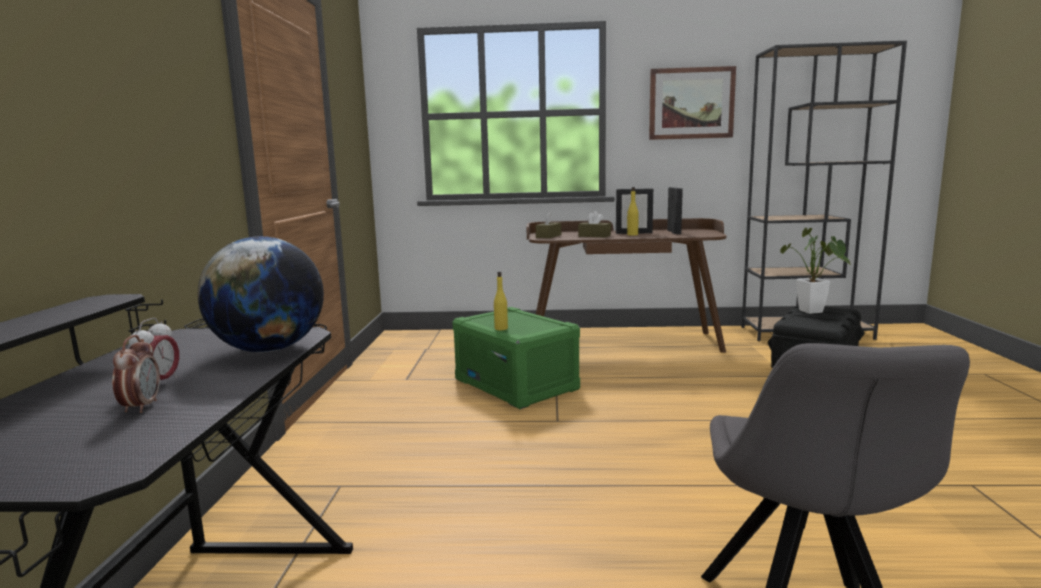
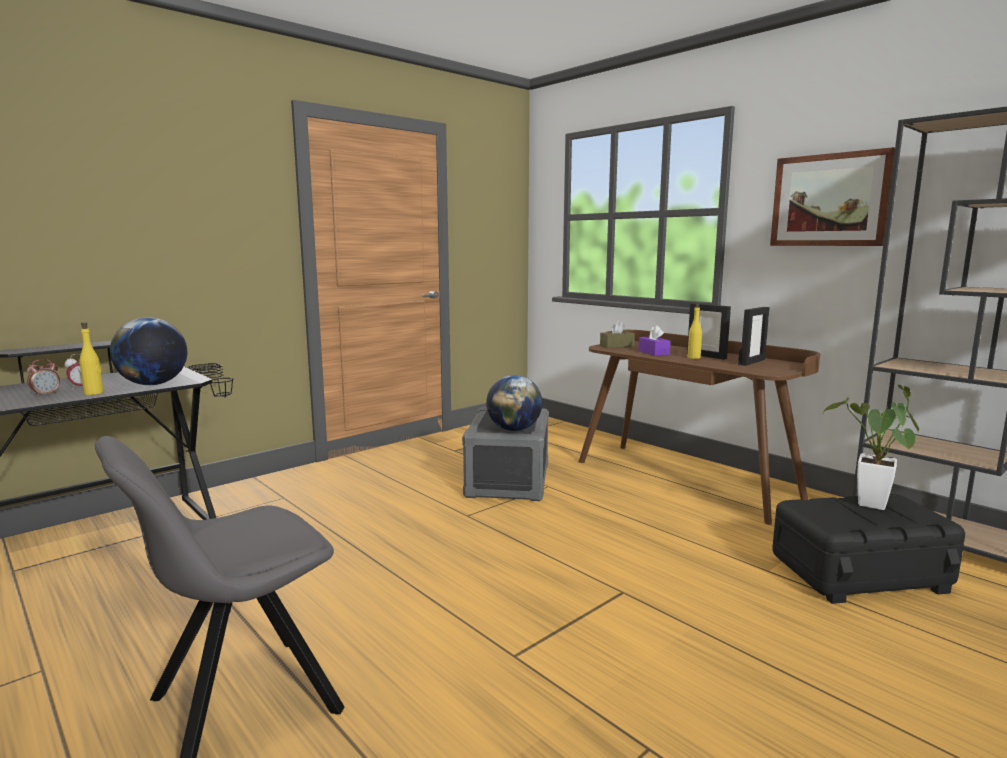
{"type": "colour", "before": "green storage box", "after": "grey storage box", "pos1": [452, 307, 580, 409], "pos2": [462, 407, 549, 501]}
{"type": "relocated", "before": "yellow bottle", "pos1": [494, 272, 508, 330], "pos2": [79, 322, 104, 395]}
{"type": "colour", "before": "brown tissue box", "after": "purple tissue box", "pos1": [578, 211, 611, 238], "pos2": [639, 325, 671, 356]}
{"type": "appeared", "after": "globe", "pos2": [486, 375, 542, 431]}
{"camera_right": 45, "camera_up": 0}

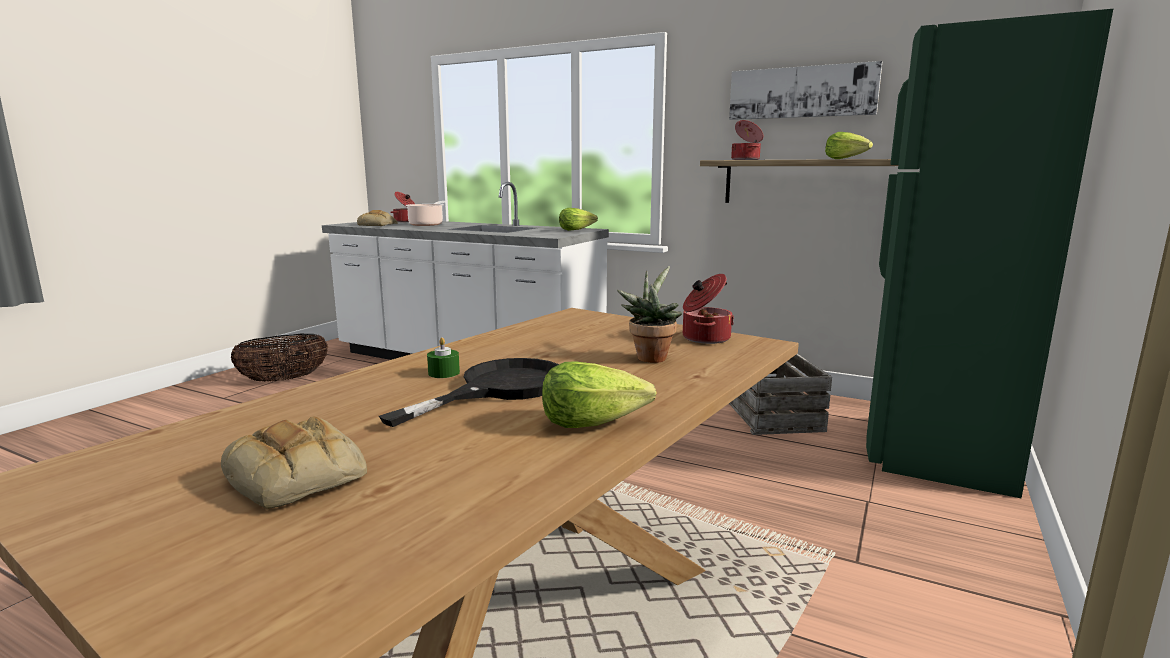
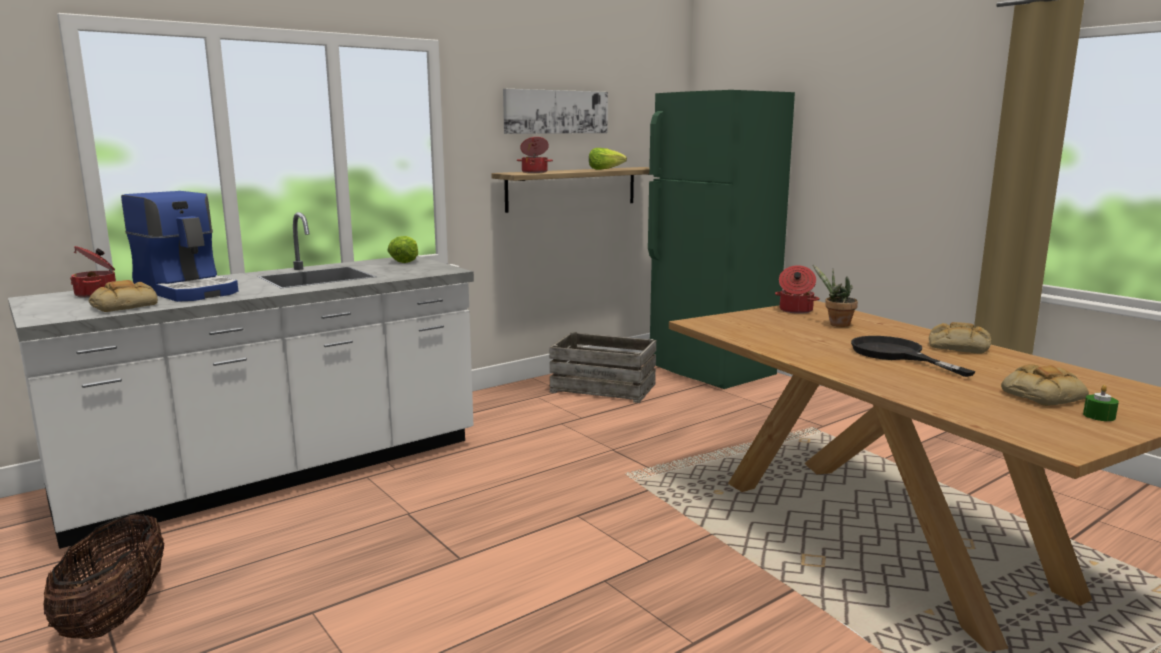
{"type": "exchanged", "before": "cooking pot", "after": "coffee machine", "pos1": [405, 201, 445, 226], "pos2": [121, 191, 238, 302]}
{"type": "relocated", "before": "green candle", "pos1": [427, 337, 460, 378], "pos2": [1083, 385, 1119, 421]}
{"type": "exchanged", "before": "lettuce", "after": "bread", "pos1": [542, 361, 657, 428], "pos2": [929, 322, 991, 354]}
{"camera_right": -65, "camera_up": 0}

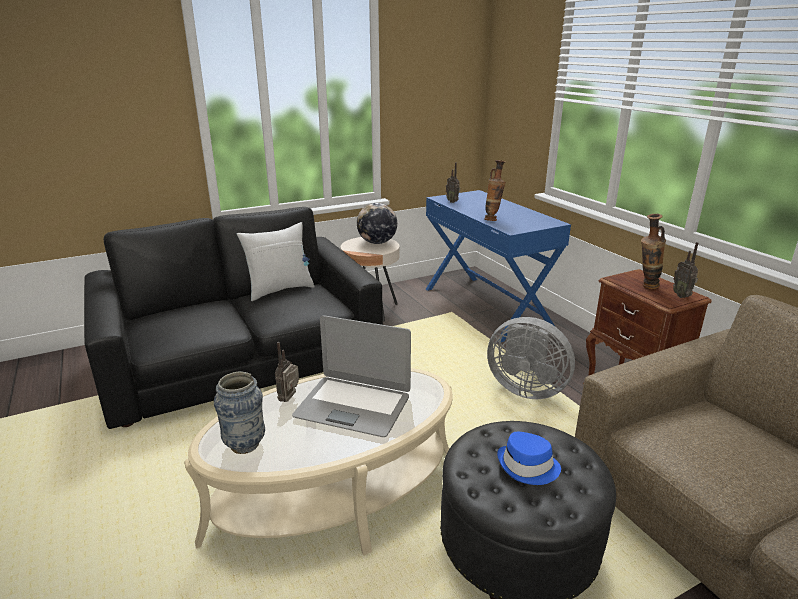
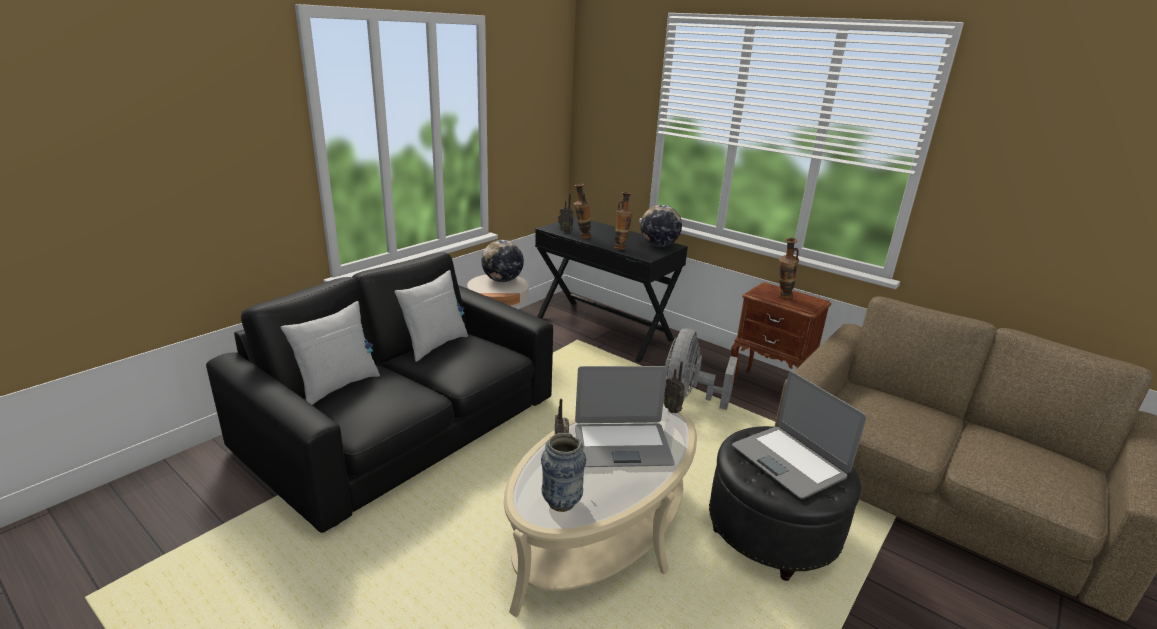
{"type": "colour", "before": "blue console table", "after": "black console table", "pos1": [426, 190, 571, 342], "pos2": [535, 216, 688, 363]}
{"type": "spun", "before": "grey fan", "pos1": [487, 317, 575, 399], "pos2": [665, 329, 738, 410], "turn": 105}
{"type": "exchanged", "before": "blue hat", "after": "laptop", "pos1": [497, 432, 561, 485], "pos2": [732, 372, 867, 499]}
{"type": "relocated", "before": "radio", "pos1": [673, 242, 698, 298], "pos2": [664, 361, 685, 413]}
{"type": "appeared", "after": "grey pillow", "pos2": [280, 301, 380, 405]}
{"type": "appeared", "after": "vase", "pos2": [574, 184, 591, 239]}
{"type": "appeared", "after": "globe", "pos2": [640, 205, 682, 247]}
{"camera_right": -25, "camera_up": 0}

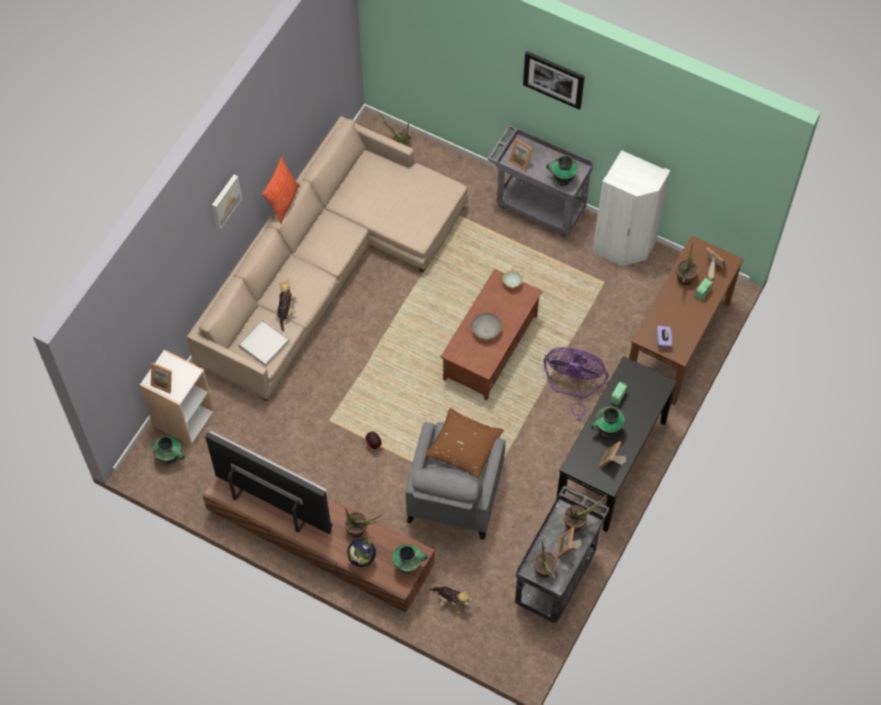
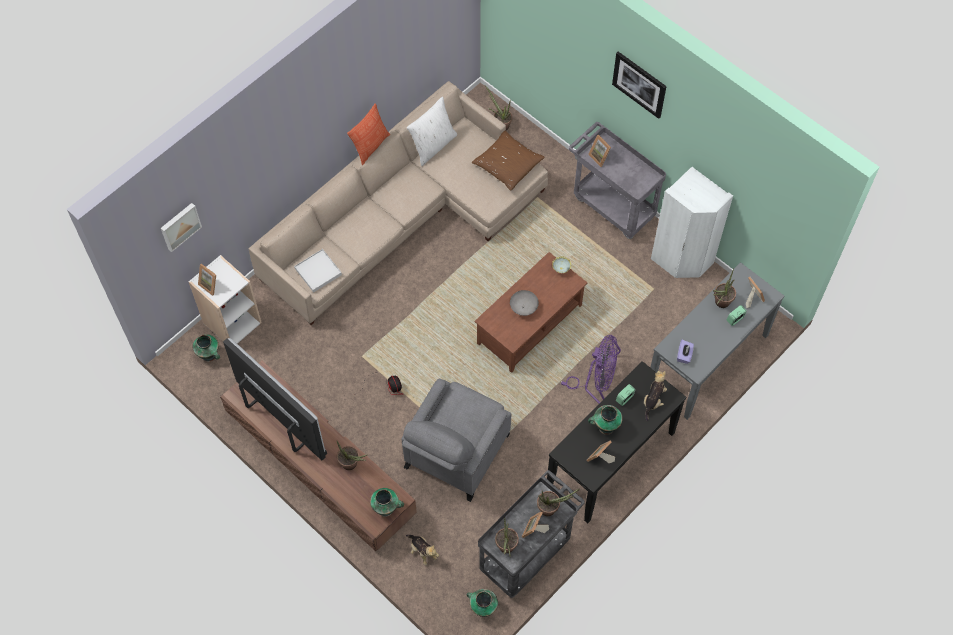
{"type": "relocated", "before": "picture", "pos1": [212, 174, 242, 229], "pos2": [161, 203, 202, 252]}
{"type": "relocated", "before": "plush toy", "pos1": [276, 279, 296, 331], "pos2": [644, 371, 667, 421]}
{"type": "missing", "before": "globe", "pos1": [347, 538, 376, 567]}
{"type": "relocated", "before": "brown pillow", "pos1": [426, 408, 504, 479], "pos2": [472, 131, 545, 191]}
{"type": "spun", "before": "purple fan", "pos1": [544, 347, 609, 420], "pos2": [560, 335, 621, 403], "turn": 75}
{"type": "relocated", "before": "vase", "pos1": [546, 155, 578, 186], "pos2": [467, 589, 498, 617]}
{"type": "colour", "before": "brown console table", "after": "grey console table", "pos1": [629, 235, 743, 405], "pos2": [650, 262, 784, 420]}
{"type": "appeared", "after": "white pillow", "pos2": [407, 96, 457, 166]}
{"camera_right": 15, "camera_up": 0}

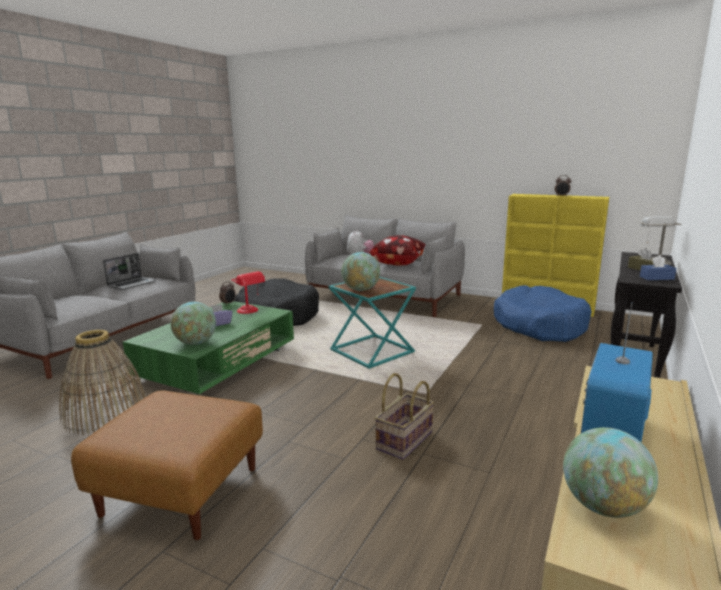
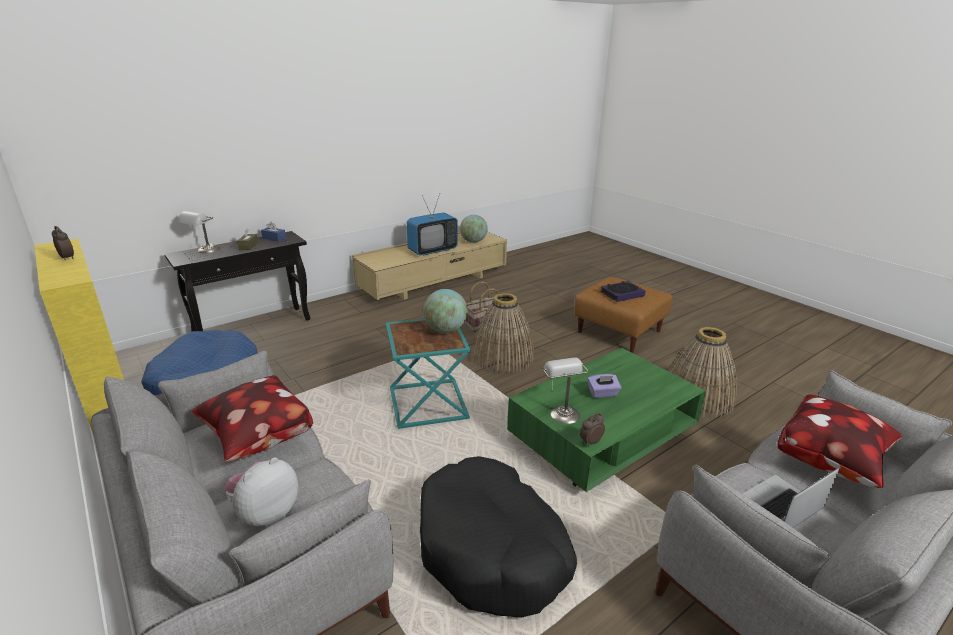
{"type": "missing", "before": "globe", "pos1": [171, 302, 216, 345]}
{"type": "colour", "before": "red table lamp", "after": "white table lamp", "pos1": [231, 271, 265, 314], "pos2": [543, 357, 589, 424]}
{"type": "appeared", "after": "basket", "pos2": [472, 293, 534, 374]}
{"type": "appeared", "after": "book", "pos2": [600, 281, 645, 302]}
{"type": "appeared", "after": "pillow", "pos2": [777, 394, 902, 488]}
{"camera_right": -155, "camera_up": 10}

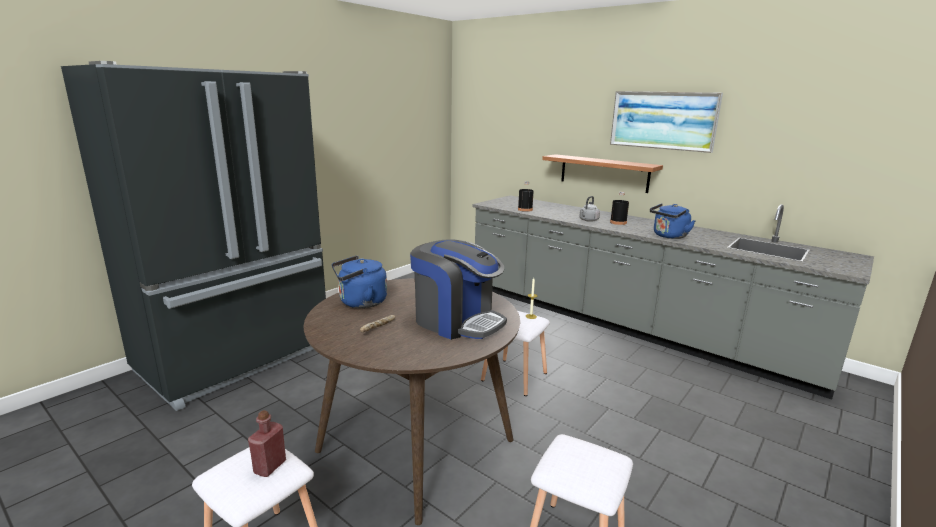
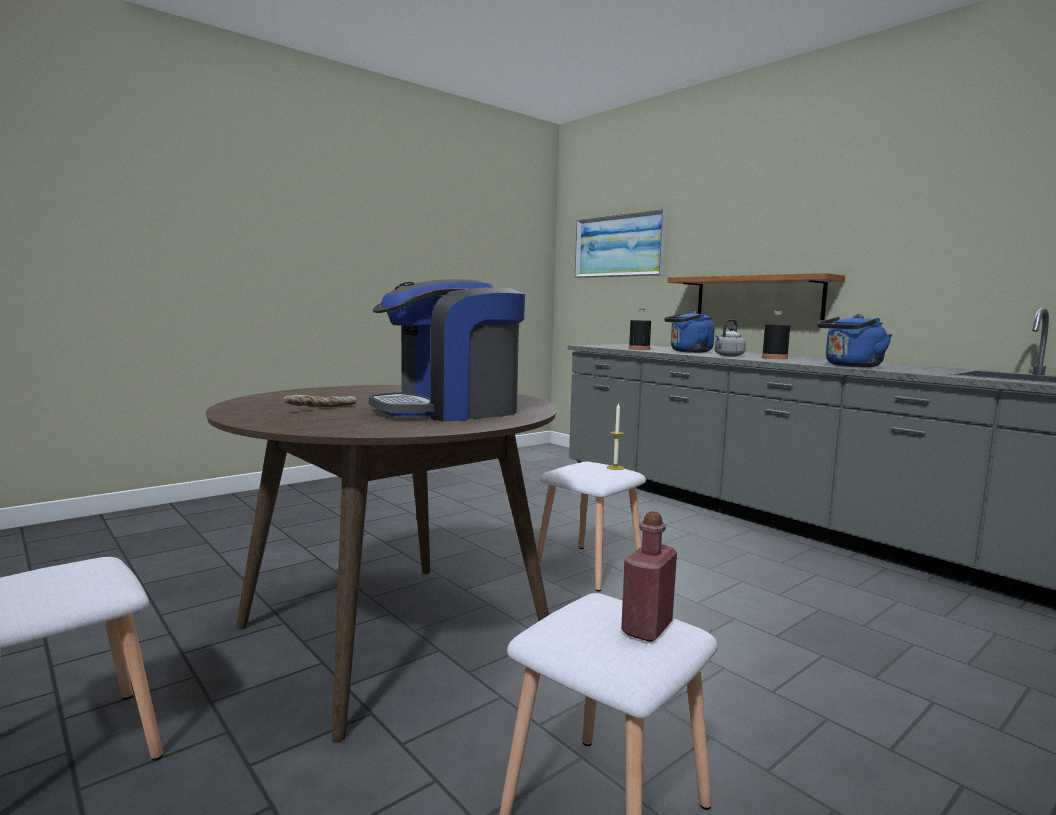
{"type": "missing", "before": "black fridge", "pos1": [61, 61, 326, 411]}
{"type": "relocated", "before": "red bottle", "pos1": [248, 410, 286, 477], "pos2": [621, 511, 677, 642]}
{"type": "relocated", "before": "blue kettle", "pos1": [332, 256, 387, 308], "pos2": [664, 311, 715, 353]}
{"type": "spun", "before": "coffee machine", "pos1": [410, 239, 507, 340], "pos2": [369, 279, 525, 422], "turn": 105}
{"type": "relocated", "before": "picture", "pos1": [610, 91, 723, 153], "pos2": [575, 209, 667, 278]}
{"camera_right": 10, "camera_up": -10}

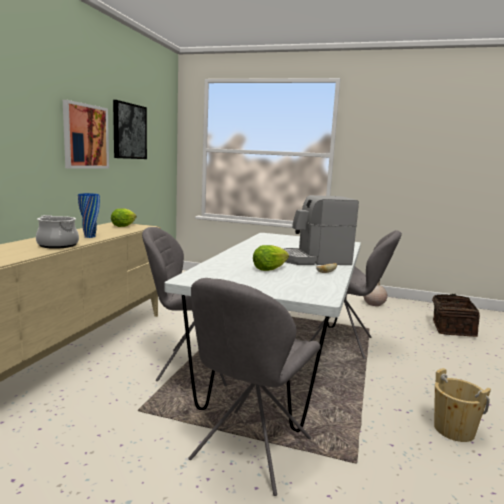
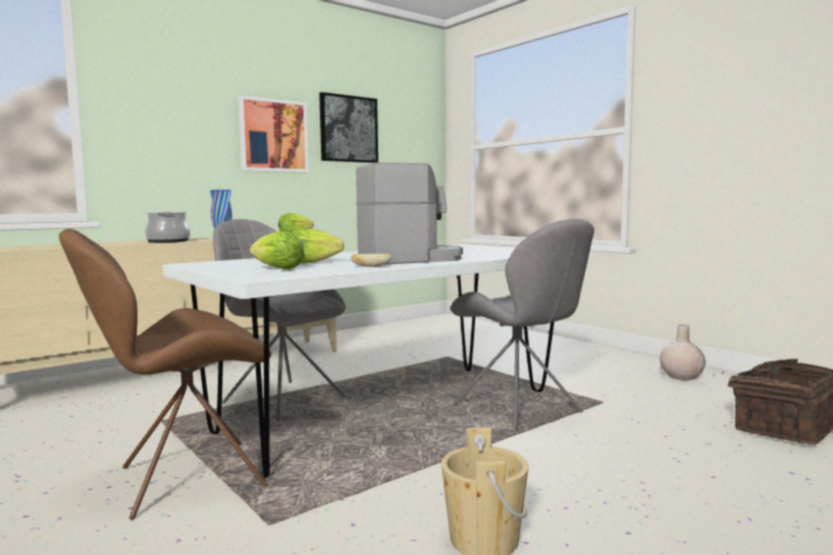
{"type": "colour", "before": "grey chair", "after": "brown chair", "pos1": [188, 278, 321, 496], "pos2": [59, 229, 272, 520]}
{"type": "spun", "before": "coffee machine", "pos1": [284, 195, 359, 265], "pos2": [356, 162, 463, 264], "turn": 135}
{"type": "appeared", "after": "lettuce", "pos2": [250, 231, 305, 270]}
{"camera_right": 35, "camera_up": -5}

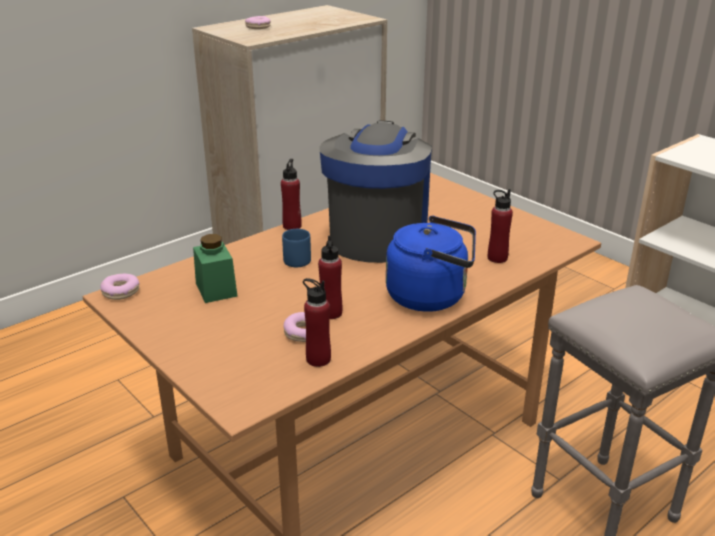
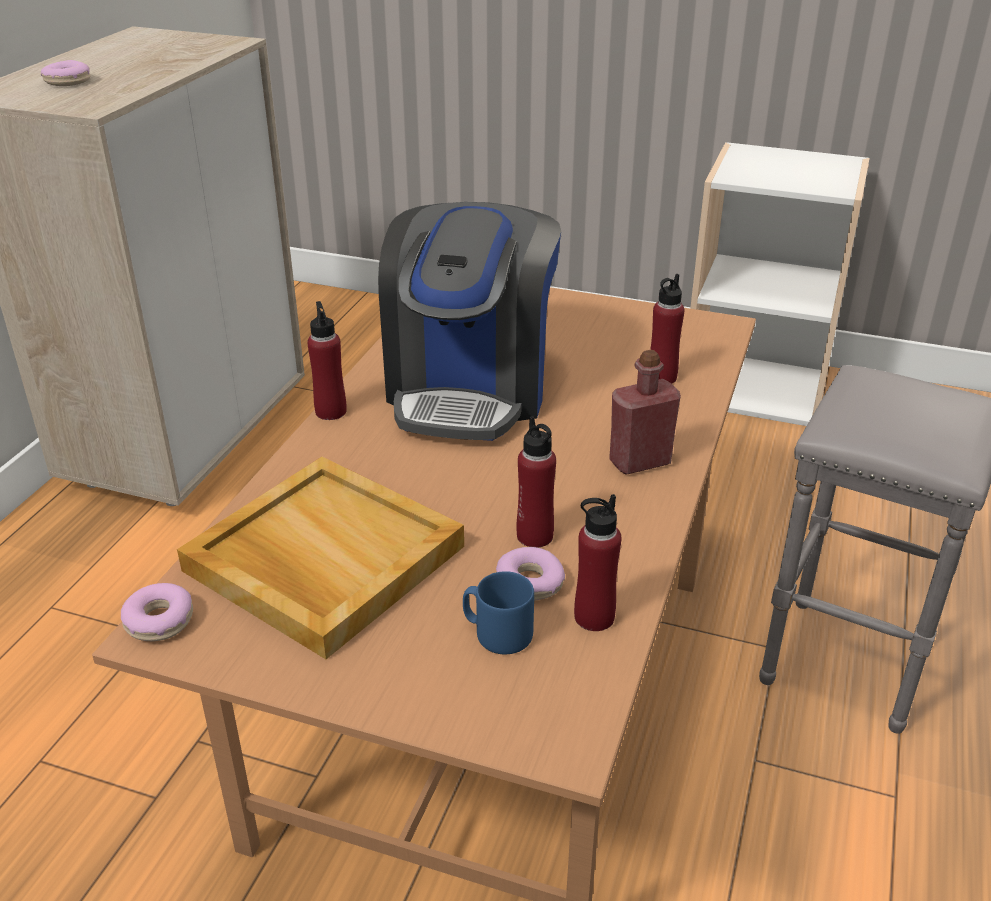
{"type": "exchanged", "before": "green jar", "after": "beige tray", "pos1": [193, 234, 238, 303], "pos2": [177, 457, 464, 659]}
{"type": "relocated", "before": "blue mug", "pos1": [282, 229, 311, 267], "pos2": [463, 571, 534, 654]}
{"type": "spun", "before": "coffee machine", "pos1": [320, 120, 432, 263], "pos2": [378, 202, 561, 441], "turn": -150}
{"type": "exchanged", "before": "blue kettle", "after": "red bottle", "pos1": [386, 216, 476, 312], "pos2": [609, 350, 681, 475]}
{"camera_right": -30, "camera_up": 5}

